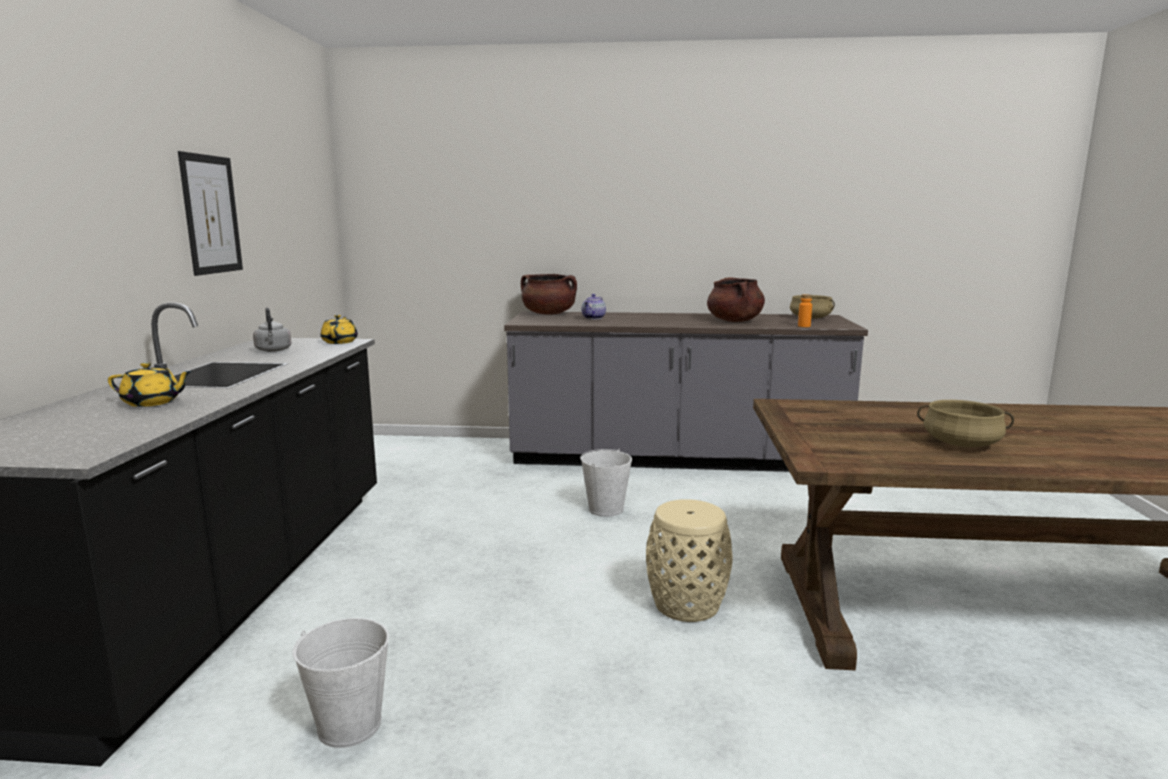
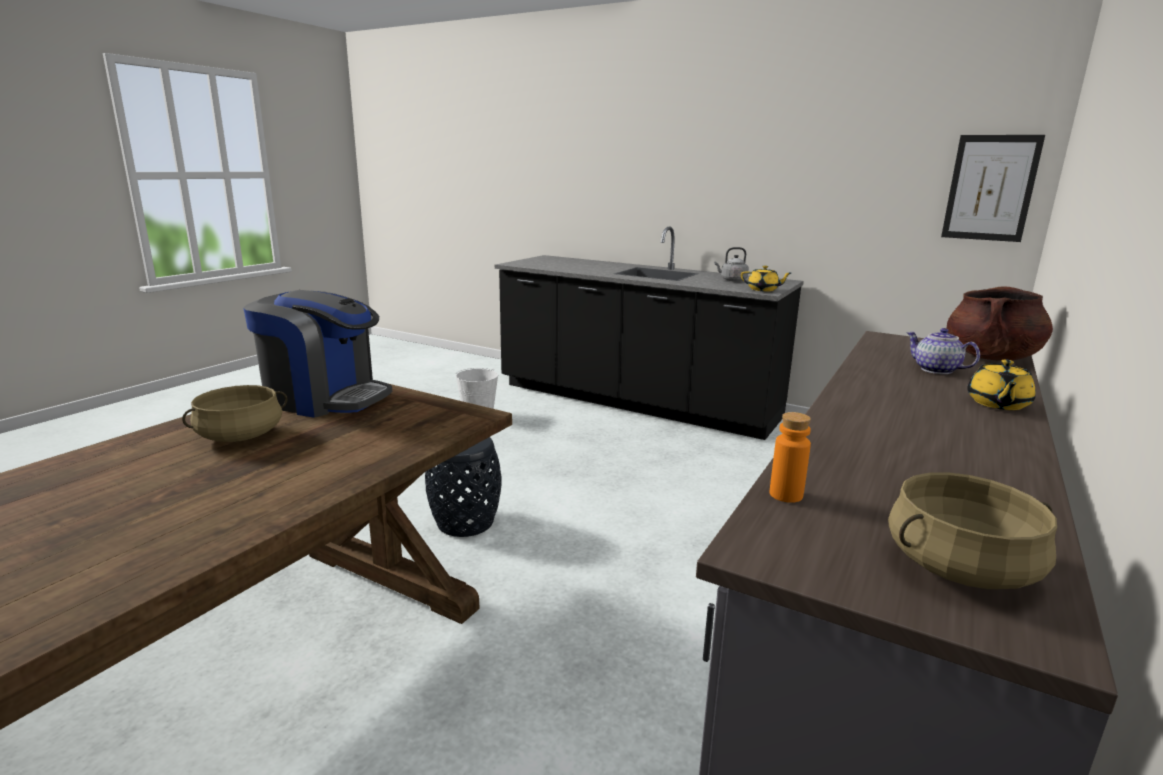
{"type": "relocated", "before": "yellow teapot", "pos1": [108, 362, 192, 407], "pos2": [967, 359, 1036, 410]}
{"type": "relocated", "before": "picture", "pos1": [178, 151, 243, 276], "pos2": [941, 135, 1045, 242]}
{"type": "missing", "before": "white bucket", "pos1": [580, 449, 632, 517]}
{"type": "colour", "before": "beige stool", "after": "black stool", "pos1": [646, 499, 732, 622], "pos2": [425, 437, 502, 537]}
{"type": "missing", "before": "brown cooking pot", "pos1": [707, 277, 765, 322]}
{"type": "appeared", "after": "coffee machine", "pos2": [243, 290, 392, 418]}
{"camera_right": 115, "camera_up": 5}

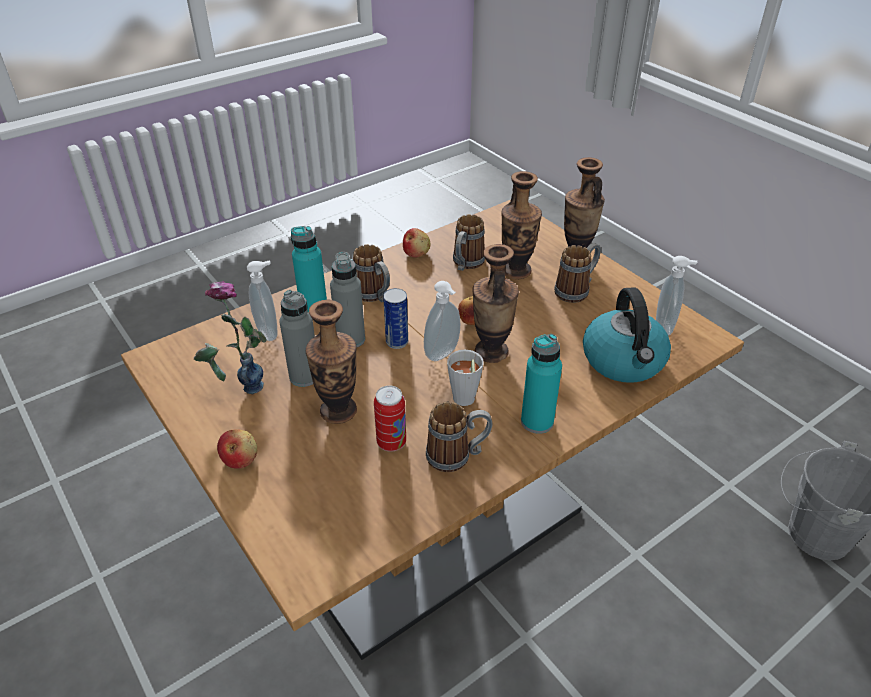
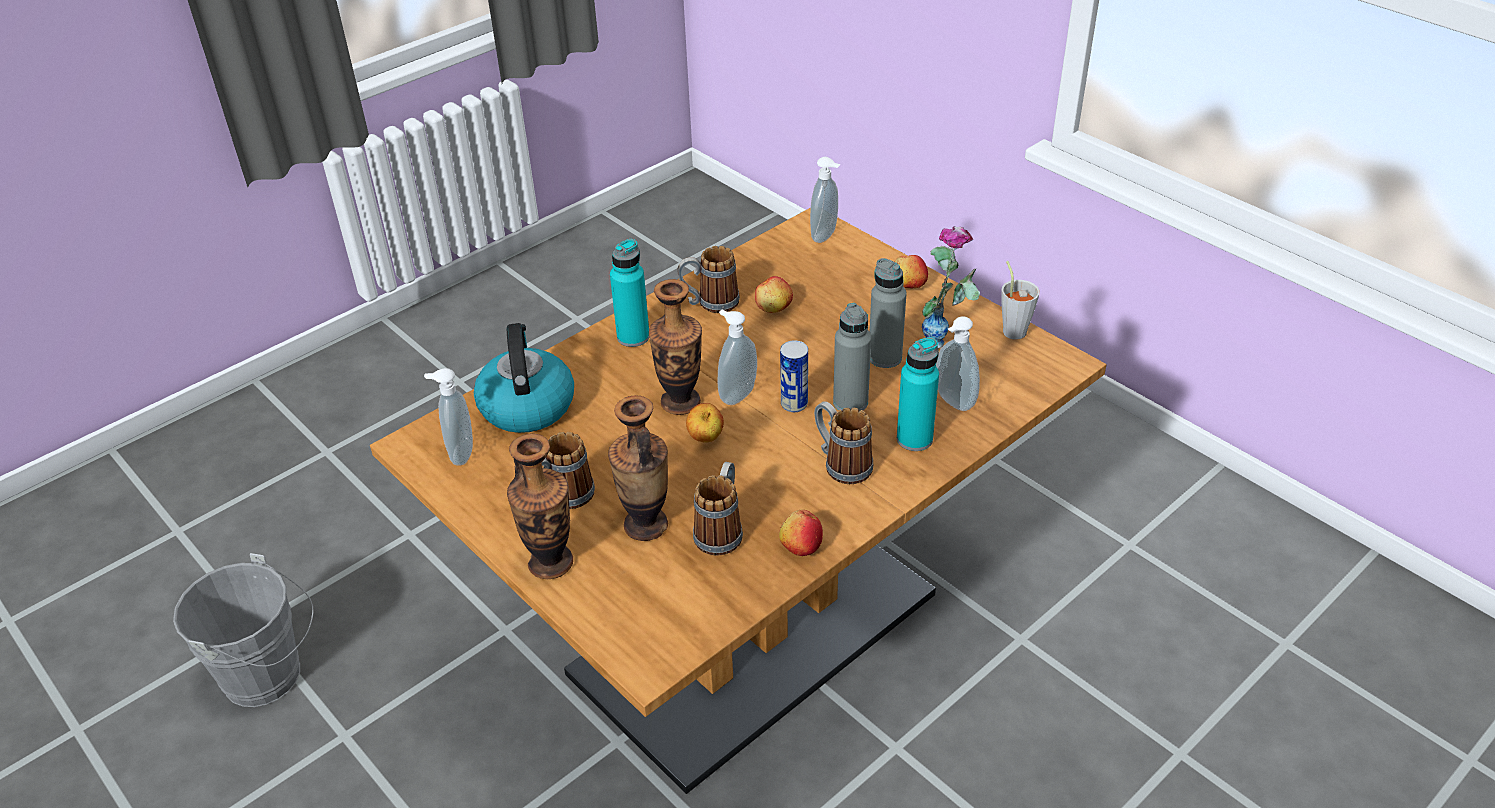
{"type": "missing", "before": "vase", "pos1": [306, 300, 357, 424]}
{"type": "exchanged", "before": "can", "after": "apple", "pos1": [374, 386, 406, 452], "pos2": [755, 276, 793, 313]}
{"type": "relocated", "before": "grey cup", "pos1": [447, 349, 484, 406], "pos2": [1001, 261, 1040, 340]}
{"type": "appeared", "after": "soap dispenser", "pos2": [810, 157, 841, 243]}
{"camera_right": 175, "camera_up": 0}

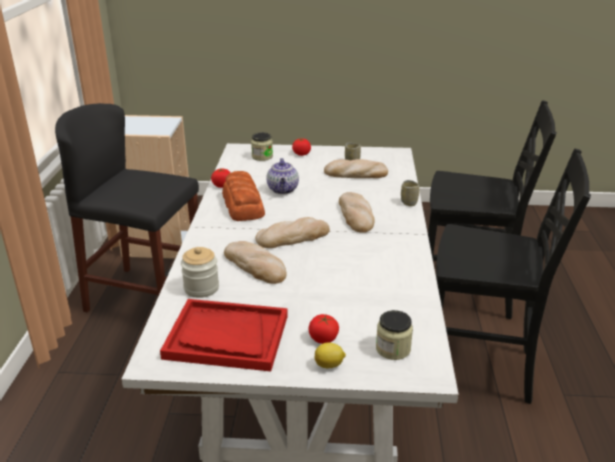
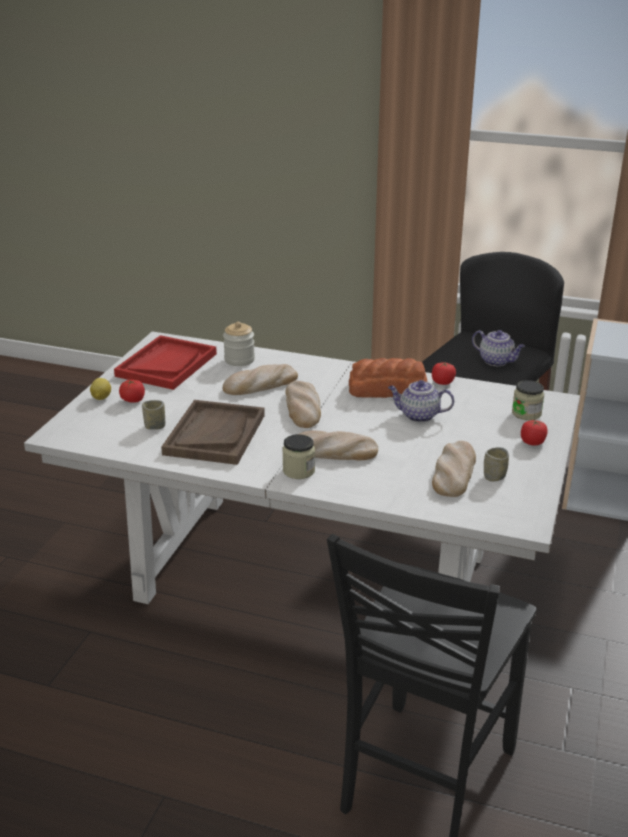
{"type": "relocated", "before": "jar", "pos1": [376, 310, 413, 360], "pos2": [282, 434, 315, 479]}
{"type": "relocated", "before": "cup", "pos1": [401, 180, 419, 206], "pos2": [142, 400, 165, 430]}
{"type": "missing", "before": "black chair", "pos1": [436, 149, 591, 404]}
{"type": "appeared", "after": "brown tray", "pos2": [161, 400, 265, 465]}
{"type": "appeared", "after": "teapot", "pos2": [472, 330, 525, 366]}
{"camera_right": 105, "camera_up": 0}

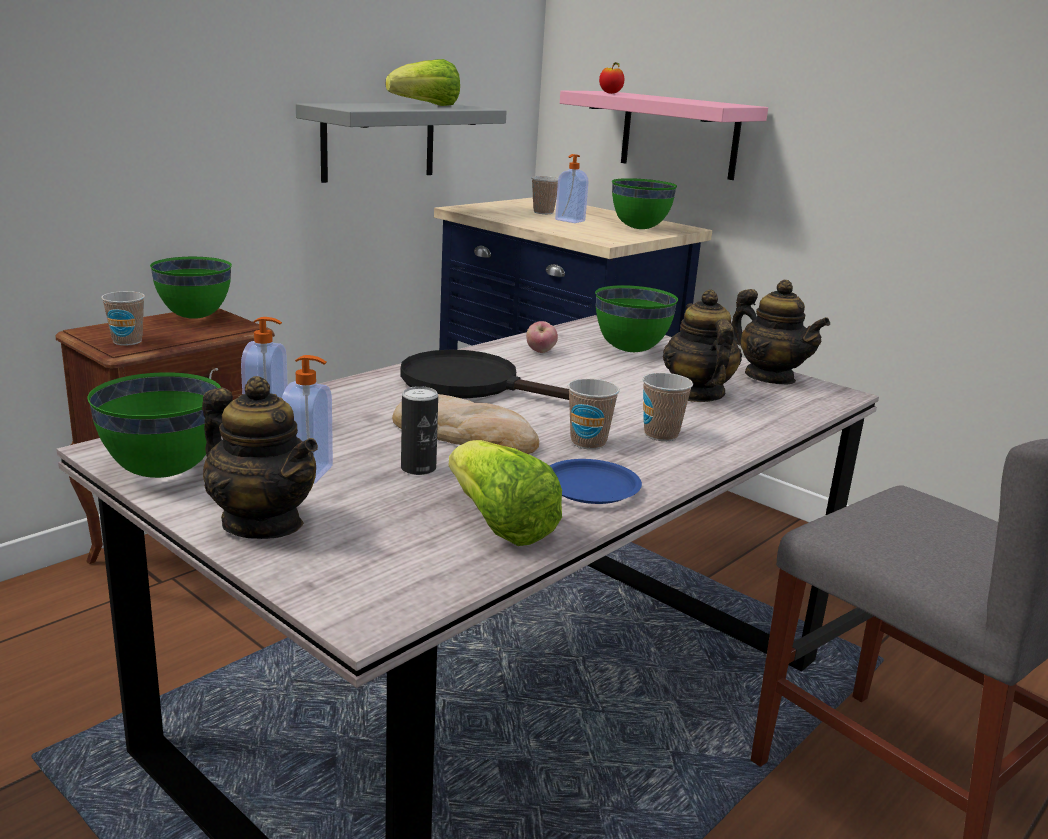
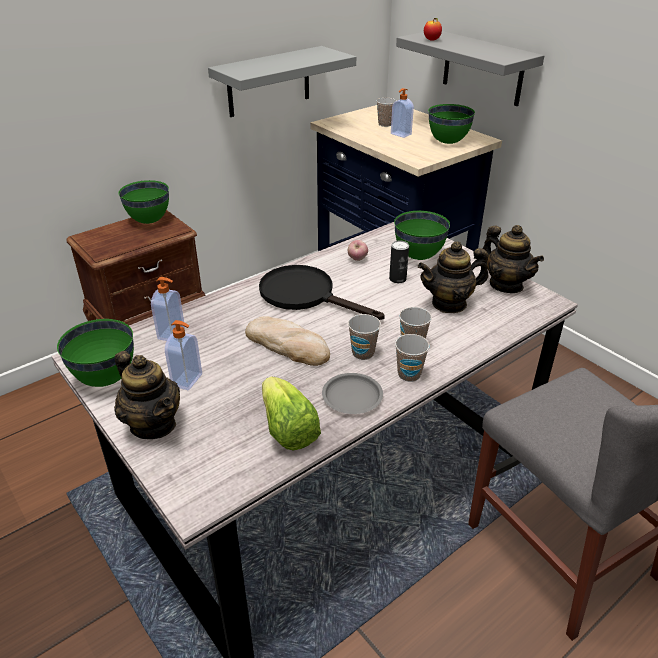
{"type": "relocated", "before": "cup", "pos1": [101, 291, 145, 345], "pos2": [395, 334, 430, 382]}
{"type": "missing", "before": "lettuce", "pos1": [386, 59, 460, 106]}
{"type": "relocated", "before": "can", "pos1": [401, 386, 438, 475], "pos2": [389, 240, 409, 283]}
{"type": "colour", "before": "blue plate", "after": "grey plate", "pos1": [550, 459, 642, 504], "pos2": [322, 373, 383, 414]}
{"type": "colour", "before": "pink shelf", "after": "grey shelf", "pos1": [560, 91, 768, 180], "pos2": [396, 31, 544, 106]}
{"type": "spun", "before": "teapot", "pos1": [663, 289, 742, 402], "pos2": [418, 241, 488, 313], "turn": -105}
{"camera_right": 10, "camera_up": 15}

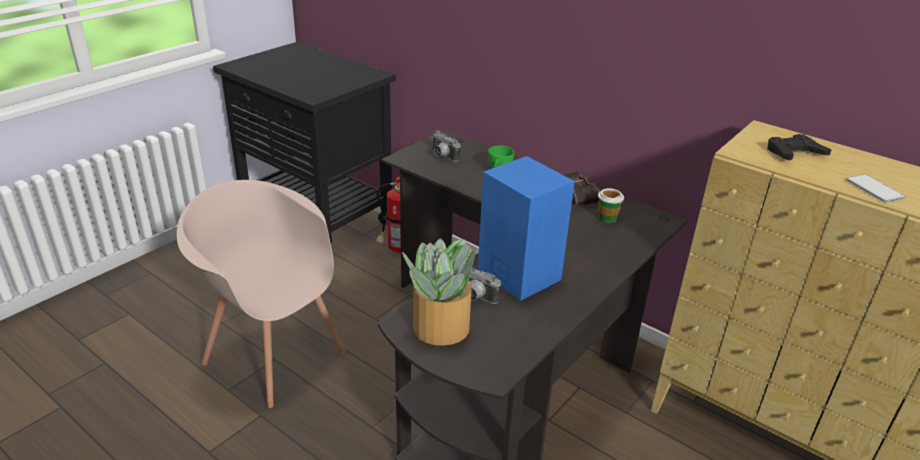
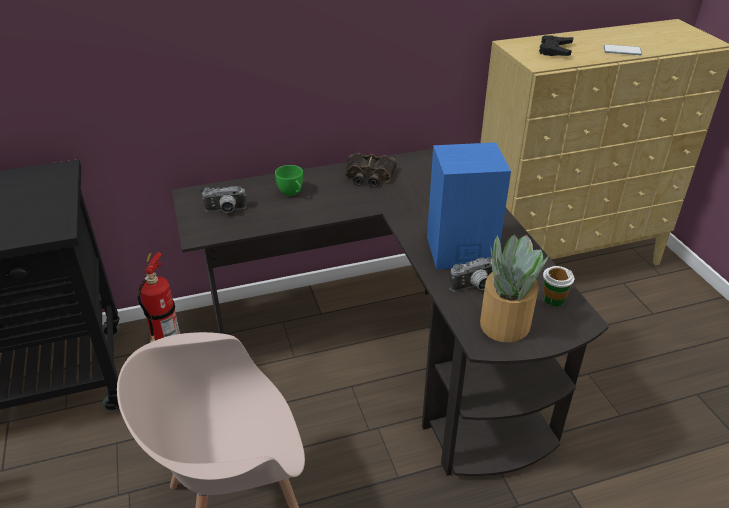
{"type": "relocated", "before": "cup", "pos1": [598, 188, 624, 223], "pos2": [543, 266, 575, 307]}
{"camera_right": -55, "camera_up": 5}

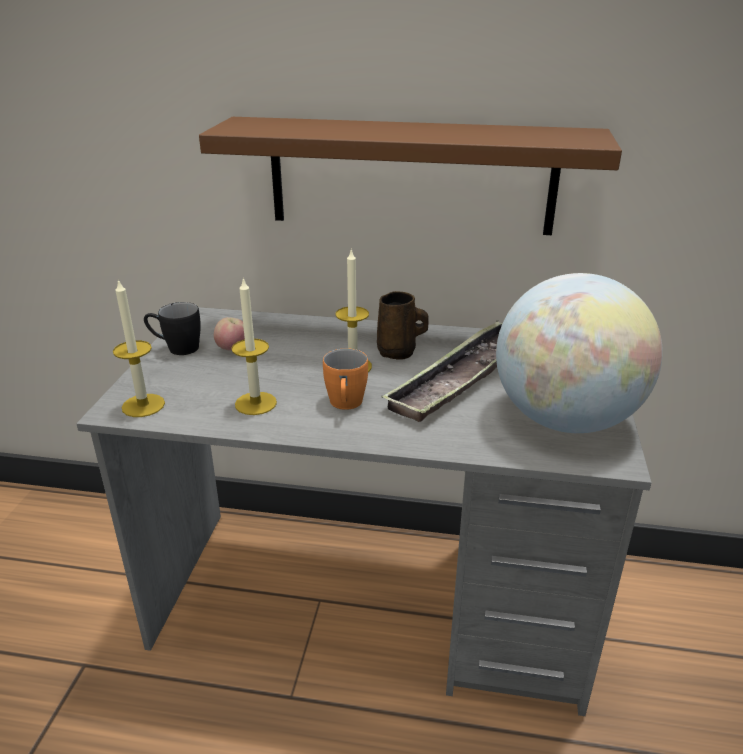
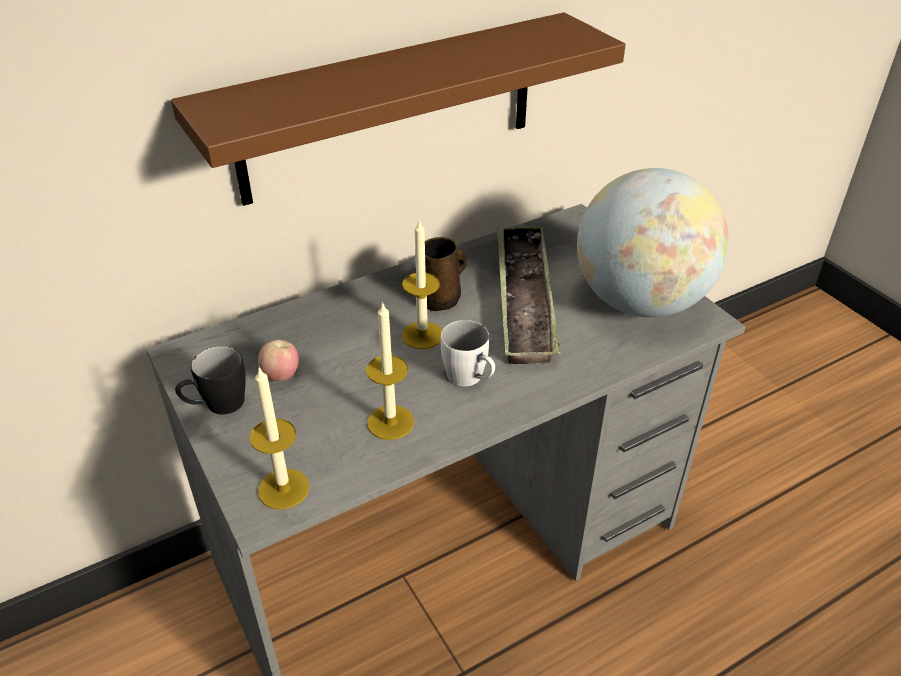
{"type": "colour", "before": "orange mug", "after": "white mug", "pos1": [323, 348, 368, 410], "pos2": [441, 320, 495, 386]}
{"camera_right": -40, "camera_up": 10}

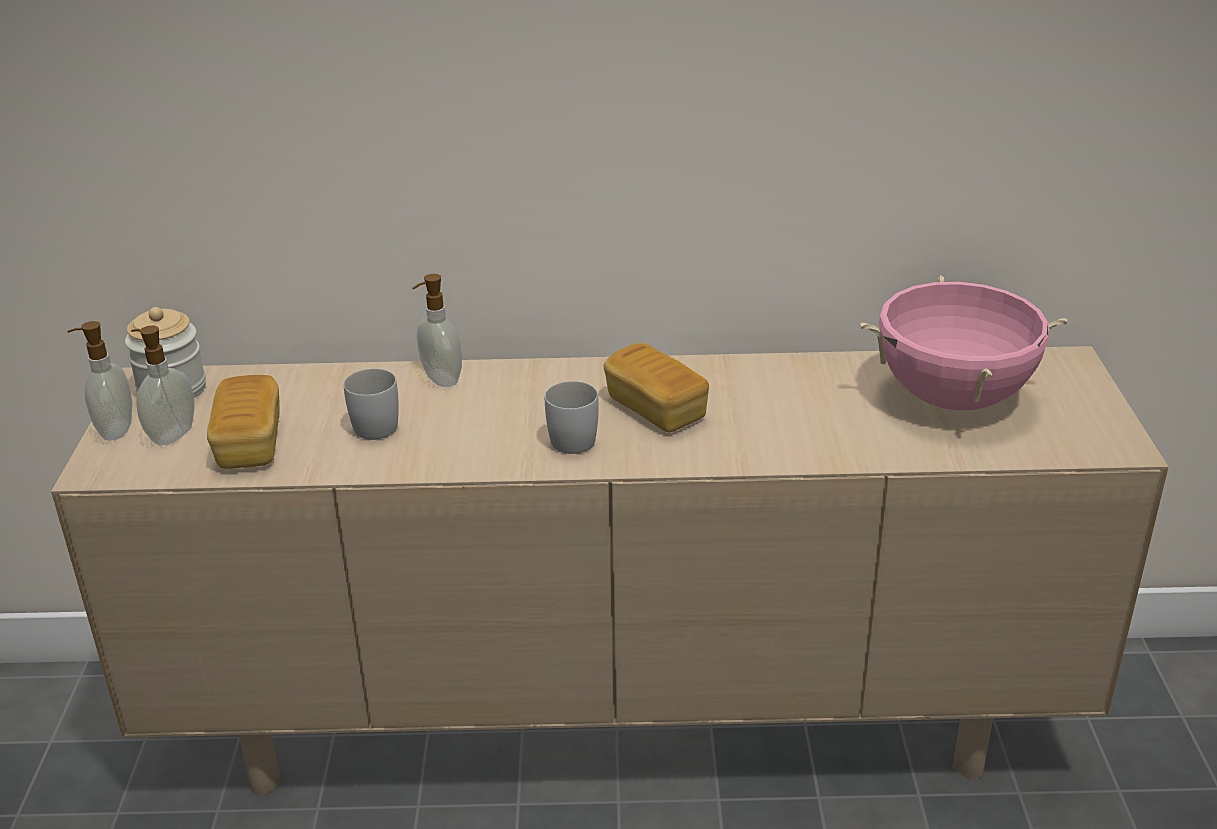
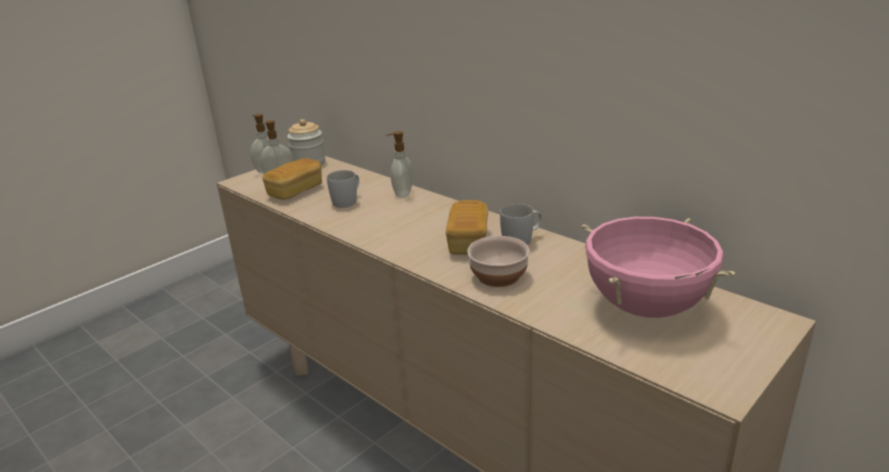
{"type": "relocated", "before": "white mug", "pos1": [545, 381, 599, 454], "pos2": [500, 204, 542, 245]}
{"type": "appeared", "after": "bowl", "pos2": [467, 236, 530, 287]}
{"camera_right": 45, "camera_up": -5}

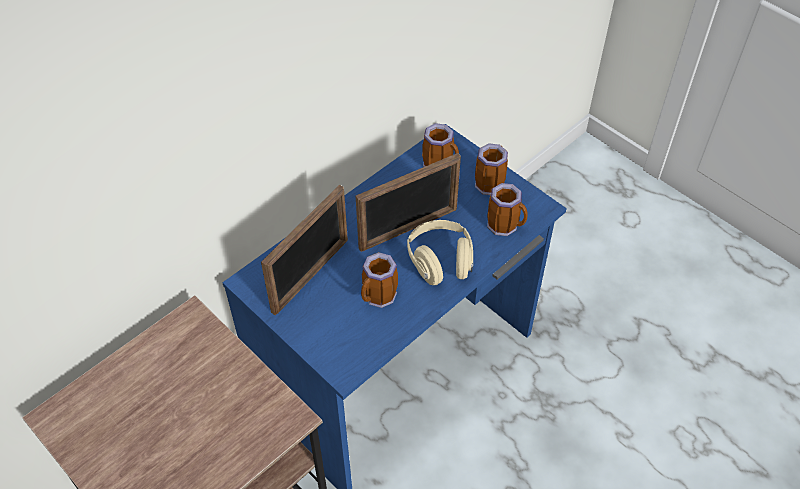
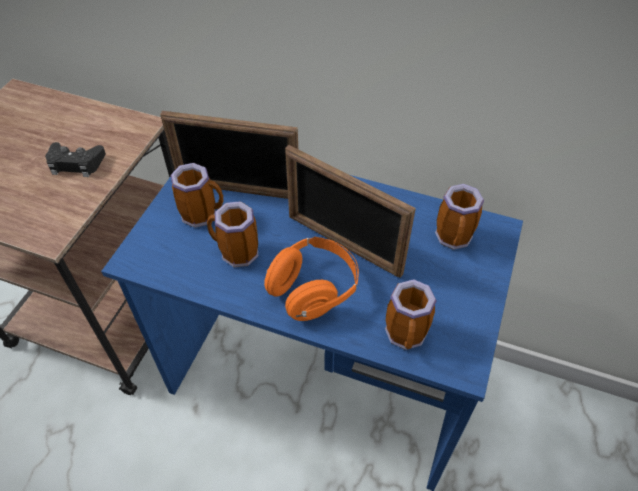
{"type": "colour", "before": "beige headphones", "after": "orange headphones", "pos1": [407, 220, 473, 285], "pos2": [264, 237, 359, 321]}
{"type": "relocated", "before": "mug", "pos1": [475, 143, 508, 195], "pos2": [170, 163, 223, 228]}
{"type": "appeared", "after": "black game controller", "pos2": [45, 142, 106, 177]}
{"camera_right": 65, "camera_up": 0}

